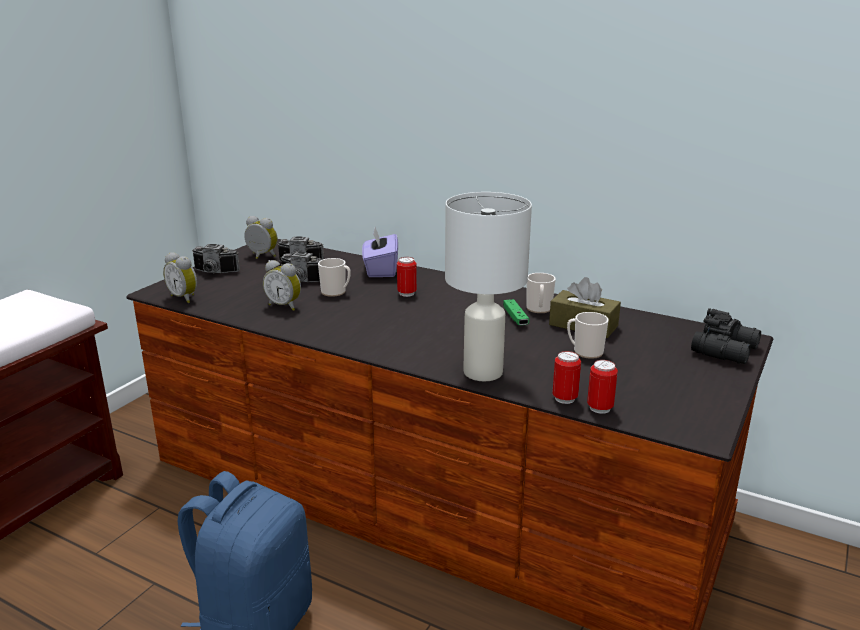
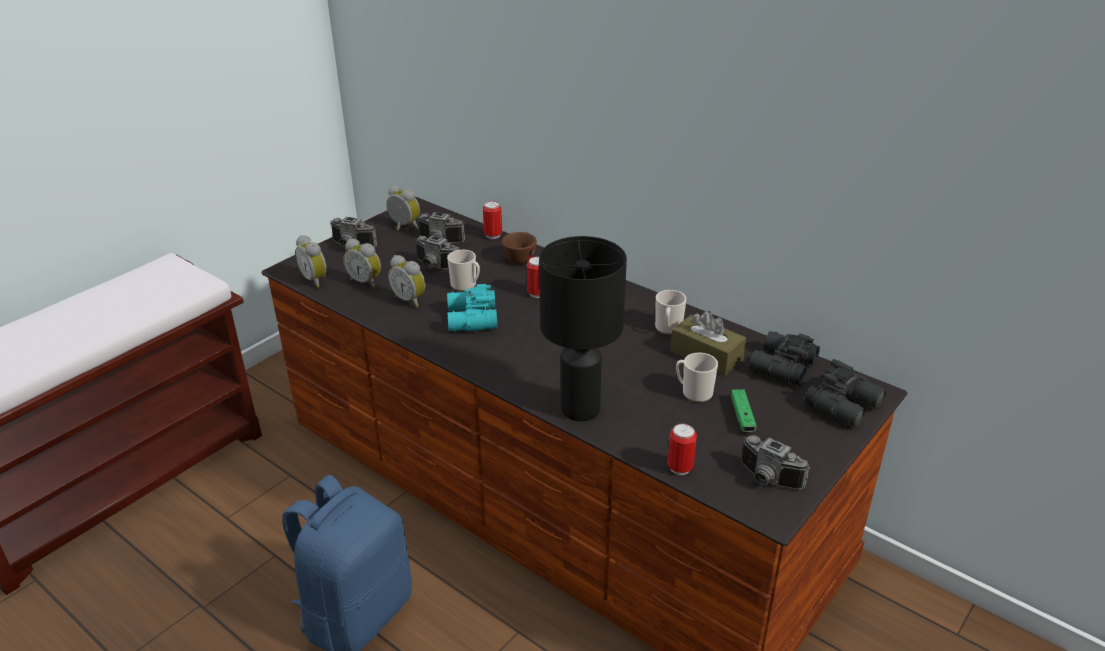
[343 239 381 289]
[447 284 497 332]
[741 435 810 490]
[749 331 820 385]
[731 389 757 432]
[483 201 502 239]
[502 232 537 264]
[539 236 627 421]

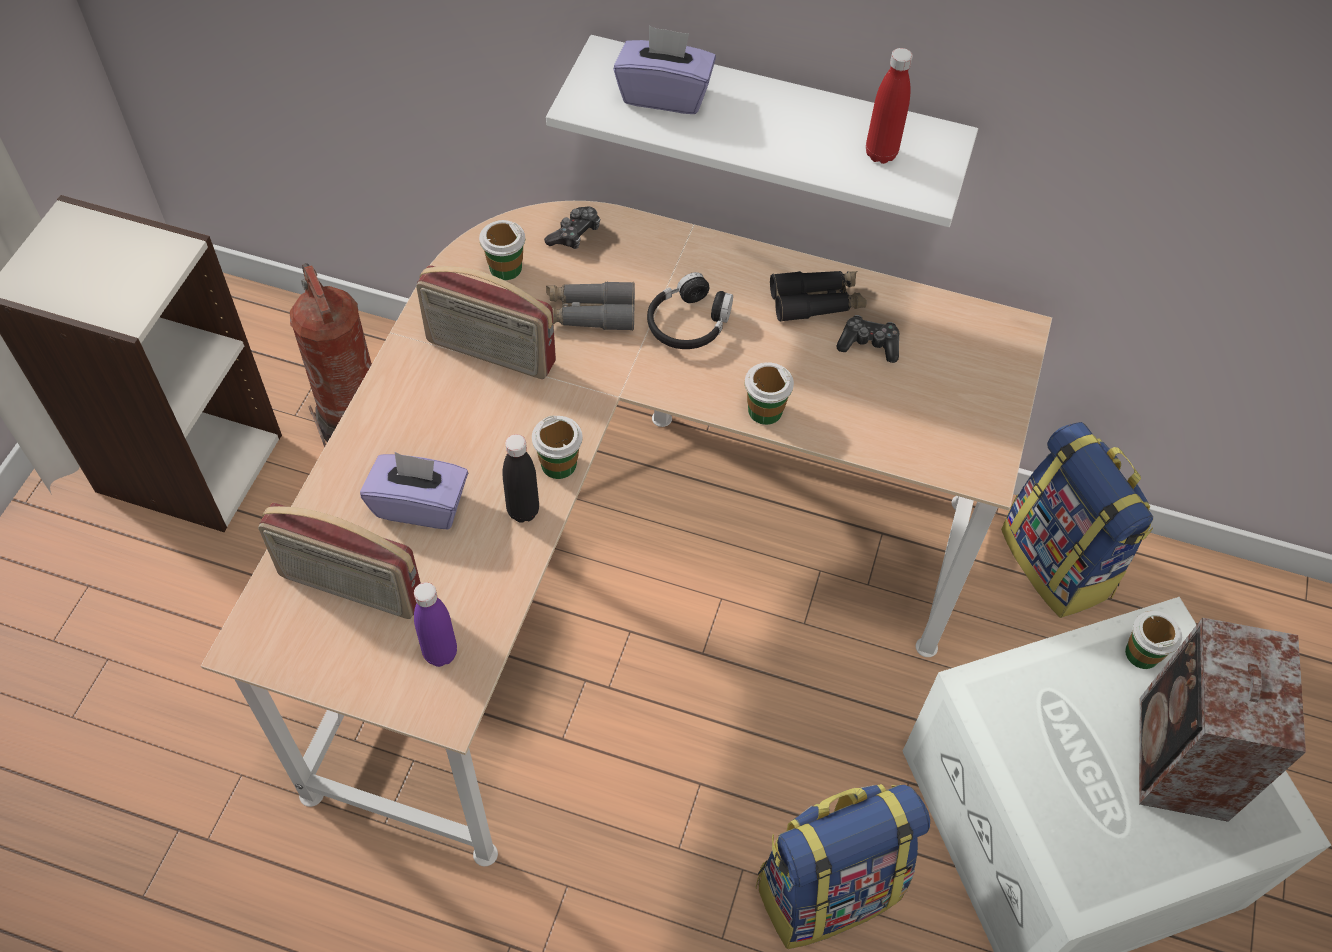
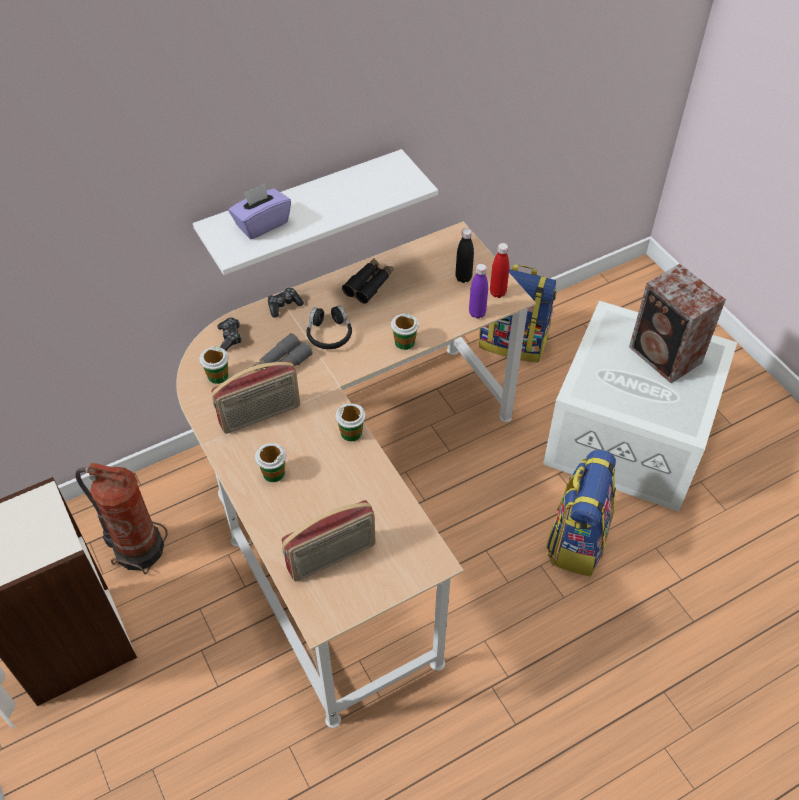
[360 452 468 529] (first image)
[469 264 488 319]
[455 228 474 283]
[268 288 304 318]
[490 243 509 298]
[255 443 286 482]

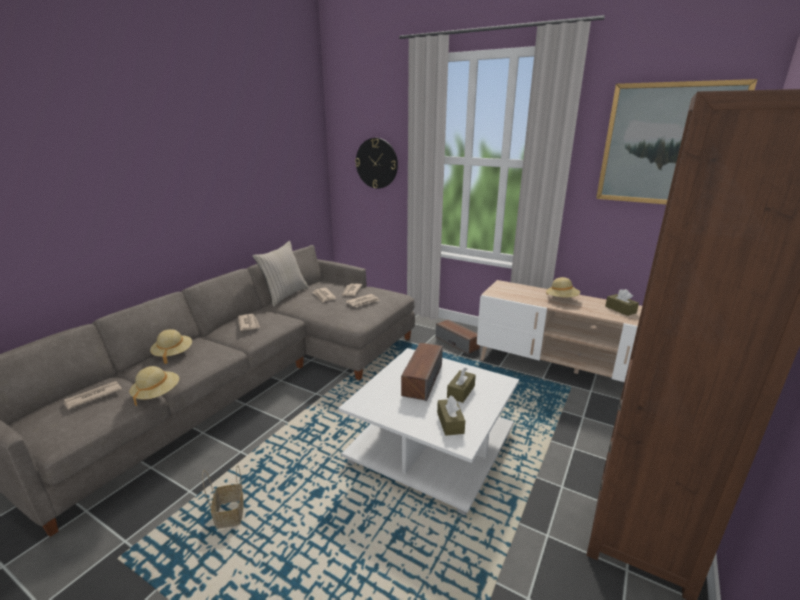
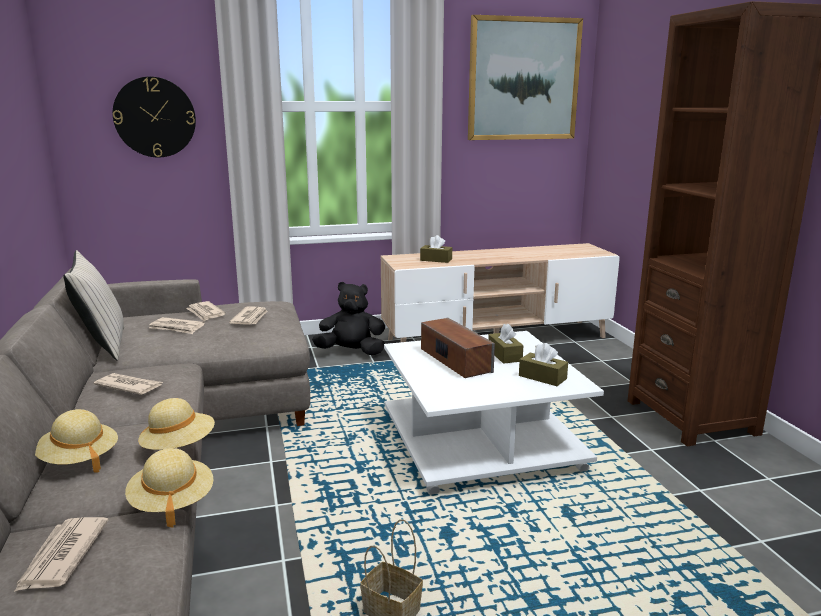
[138 398 215 450]
[420 235 452 263]
[312 282 385 355]

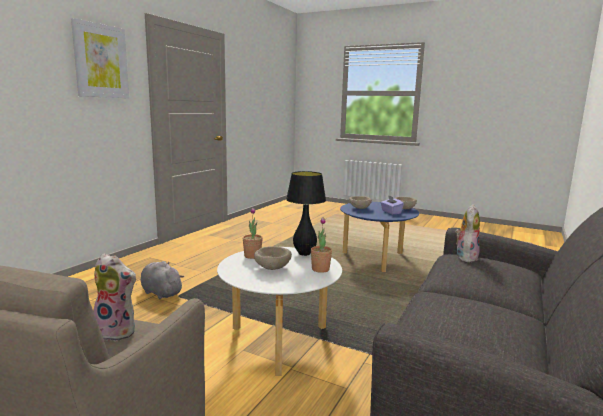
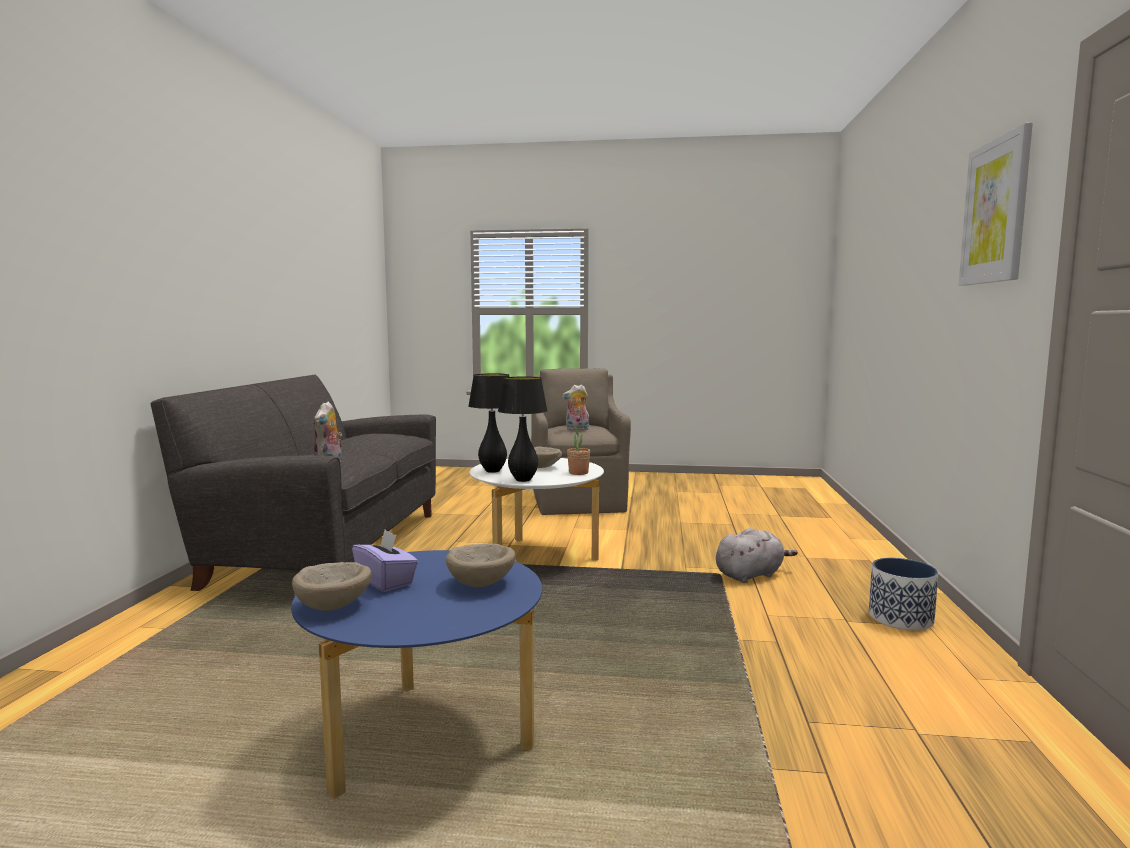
[869 558 938 631]
[468 373 509 473]
[716 528 798 583]

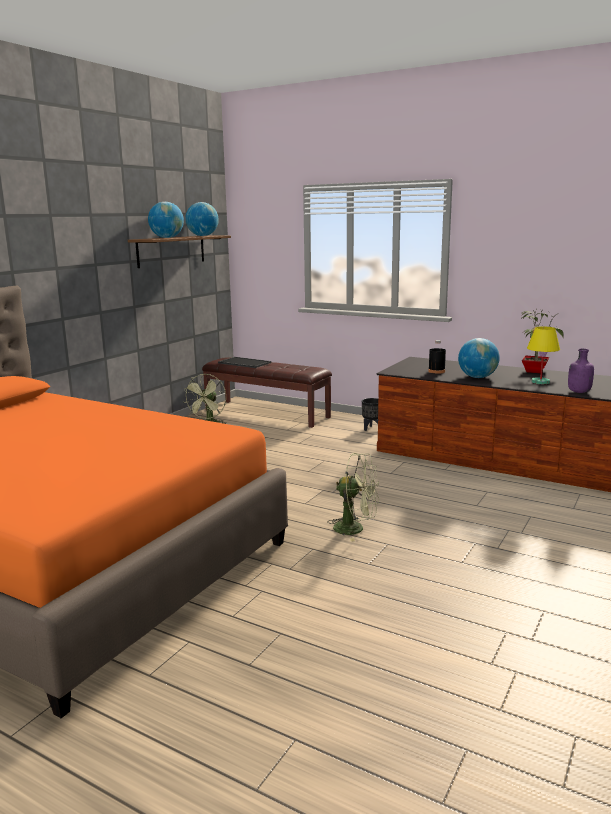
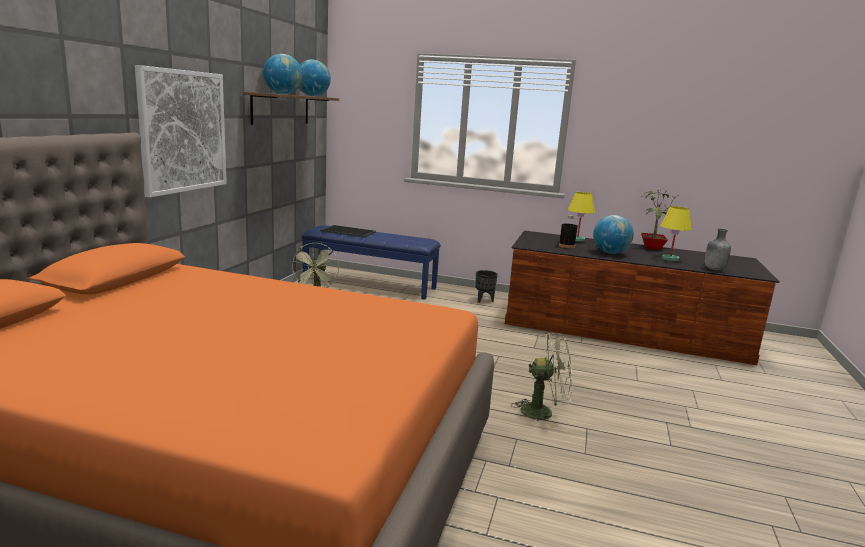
[135 65 227 198]
[568 192 595 241]
[302 226 441 300]
[704 228 731 270]

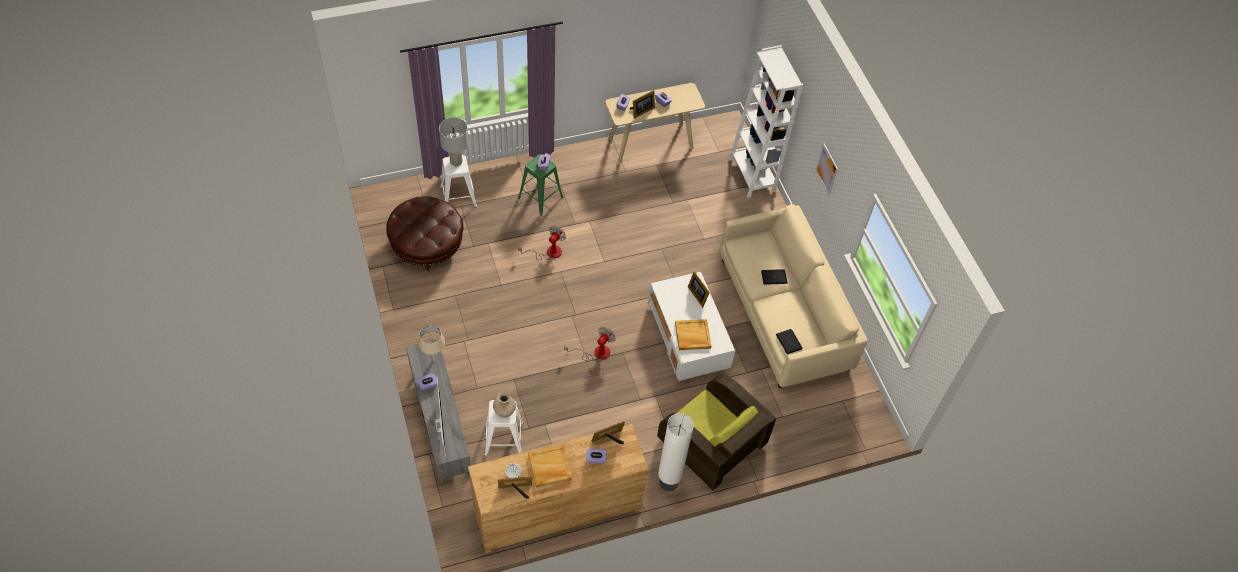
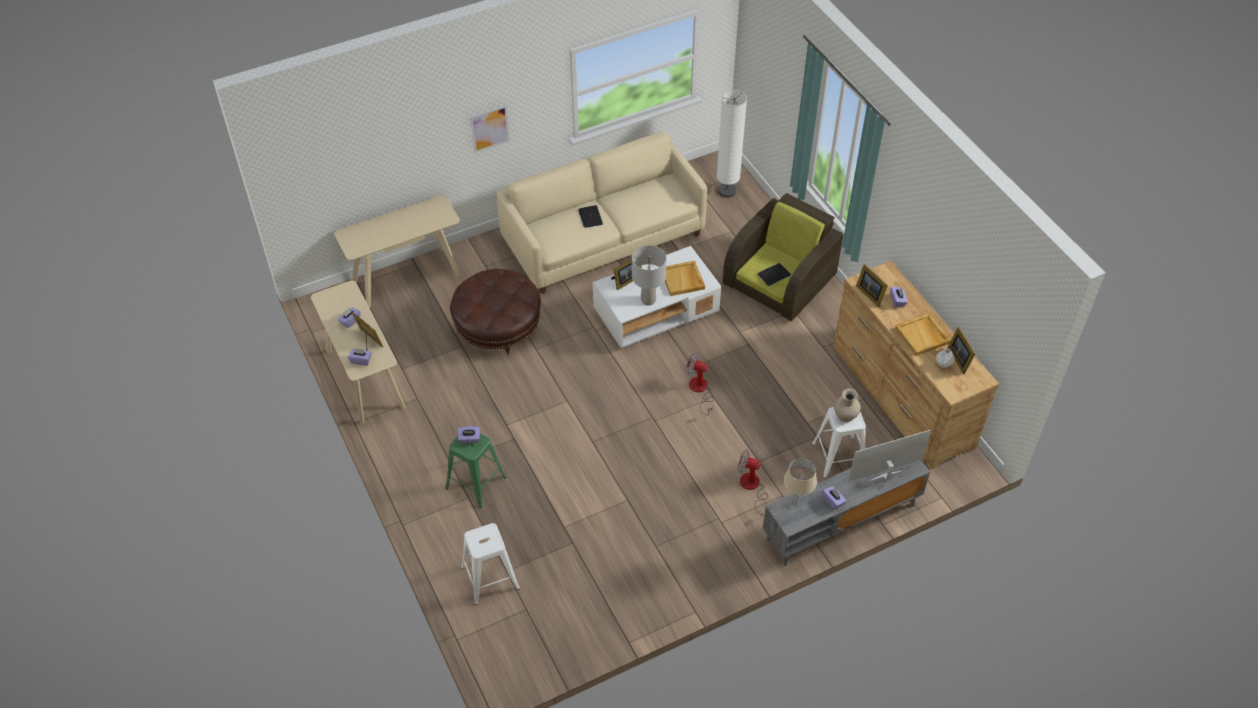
[450 269 541 357]
[632 245 666 305]
[738 449 768 515]
[717 90 747 198]
[758 263 790 286]
[334 195 461 308]

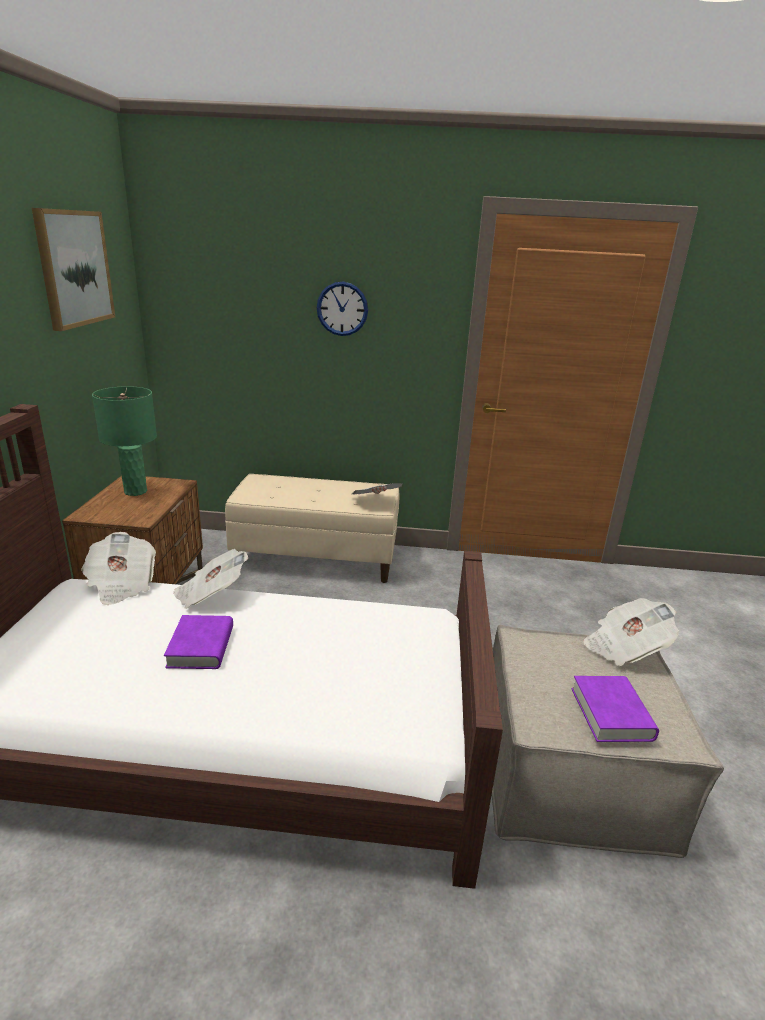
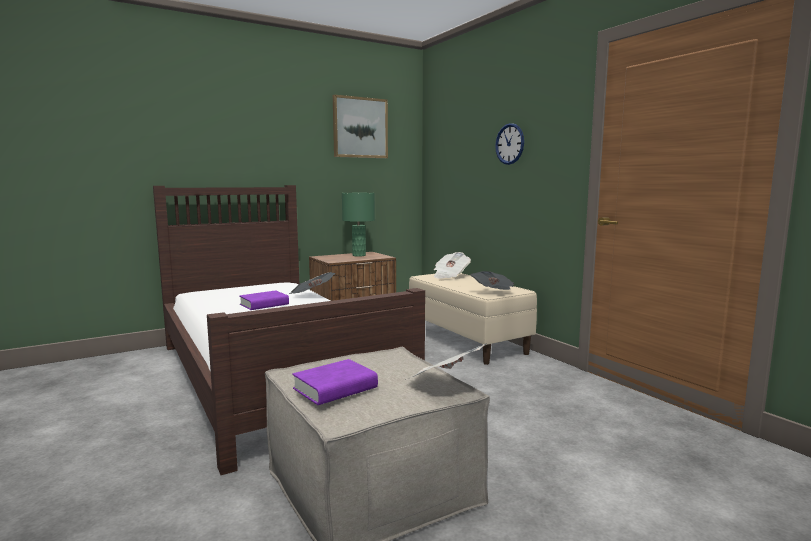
[434 252 471 279]

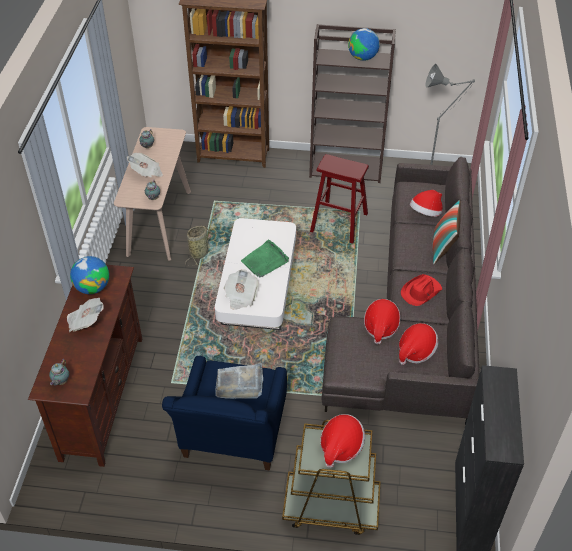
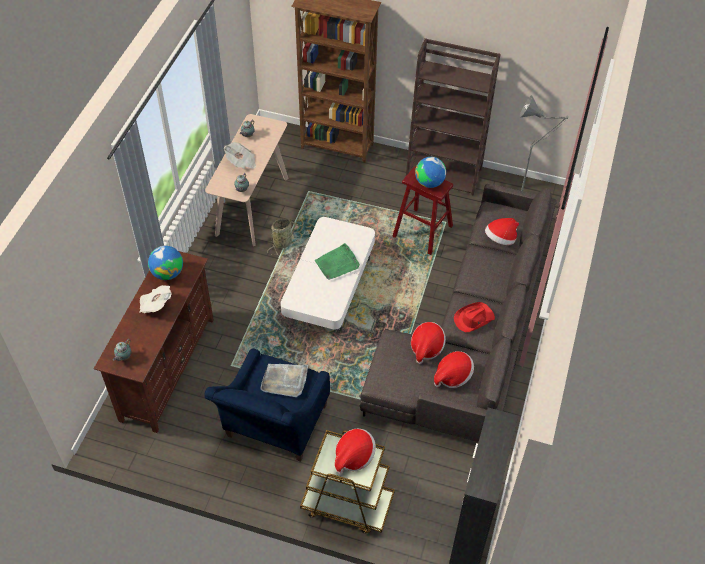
[224 269 259 310] (first image)
[433 199 461 264] (first image)
[415 157 446 188]

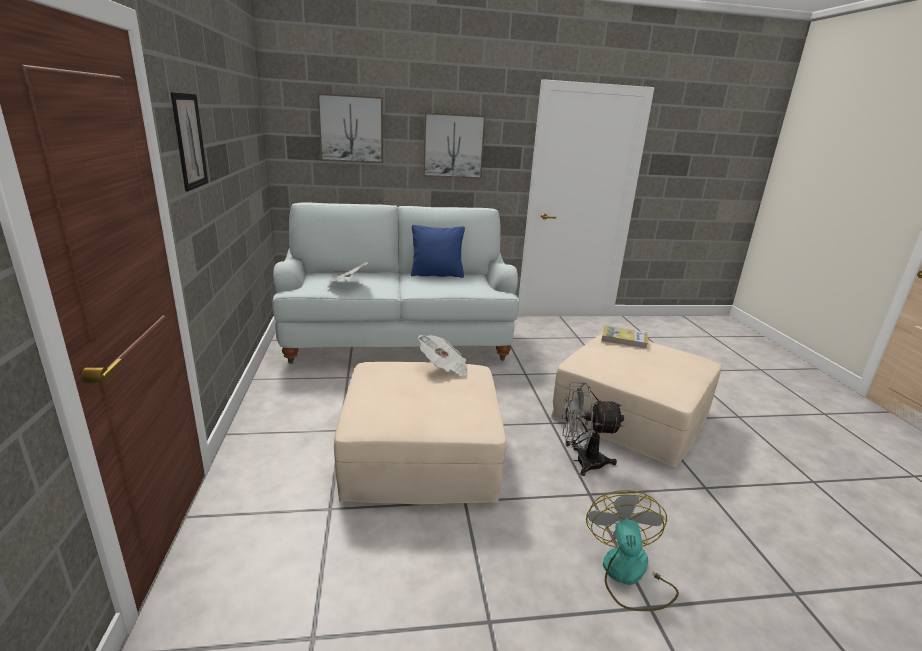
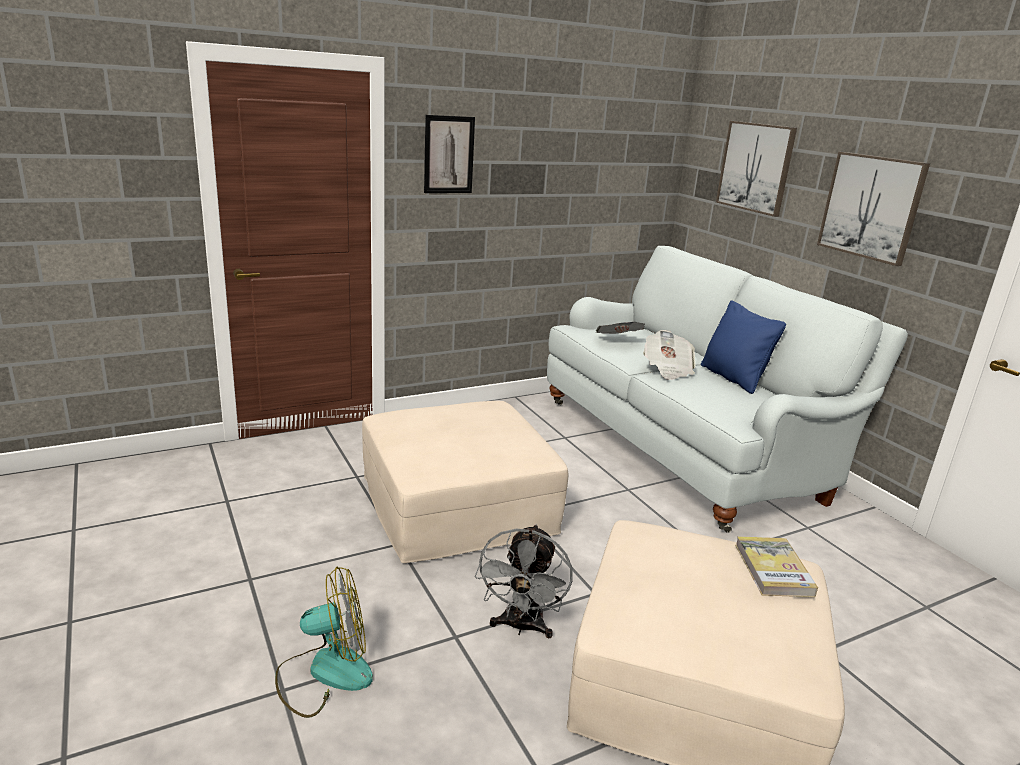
[643 330 696 380]
[475 524 572 639]

